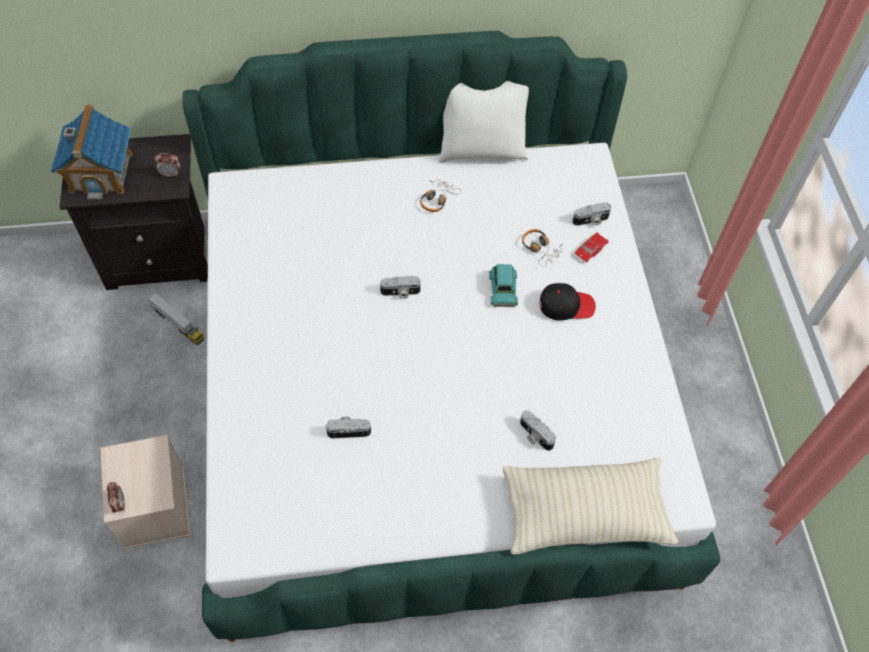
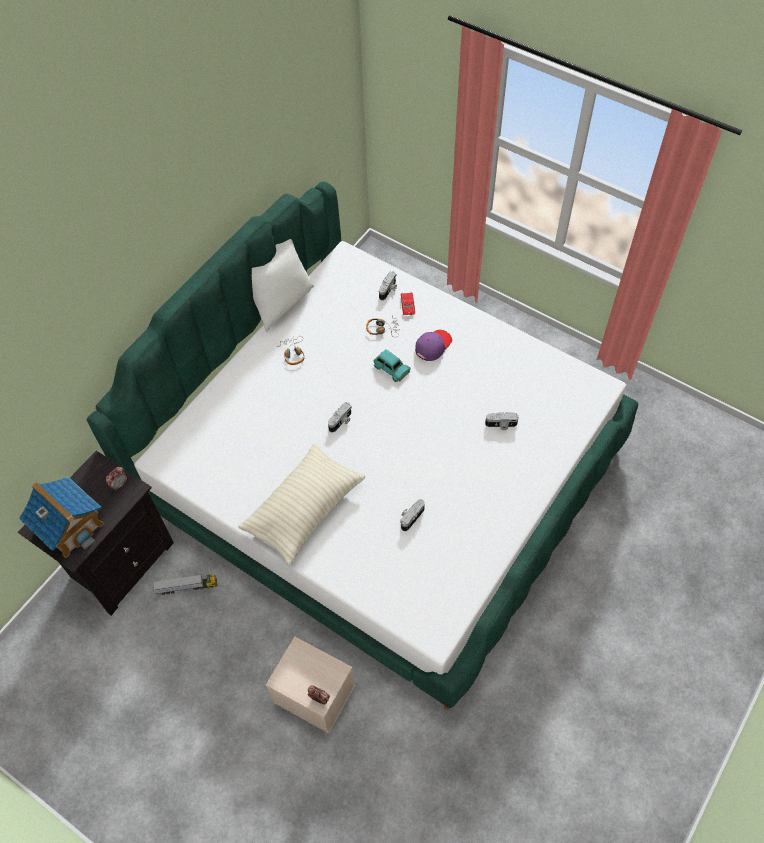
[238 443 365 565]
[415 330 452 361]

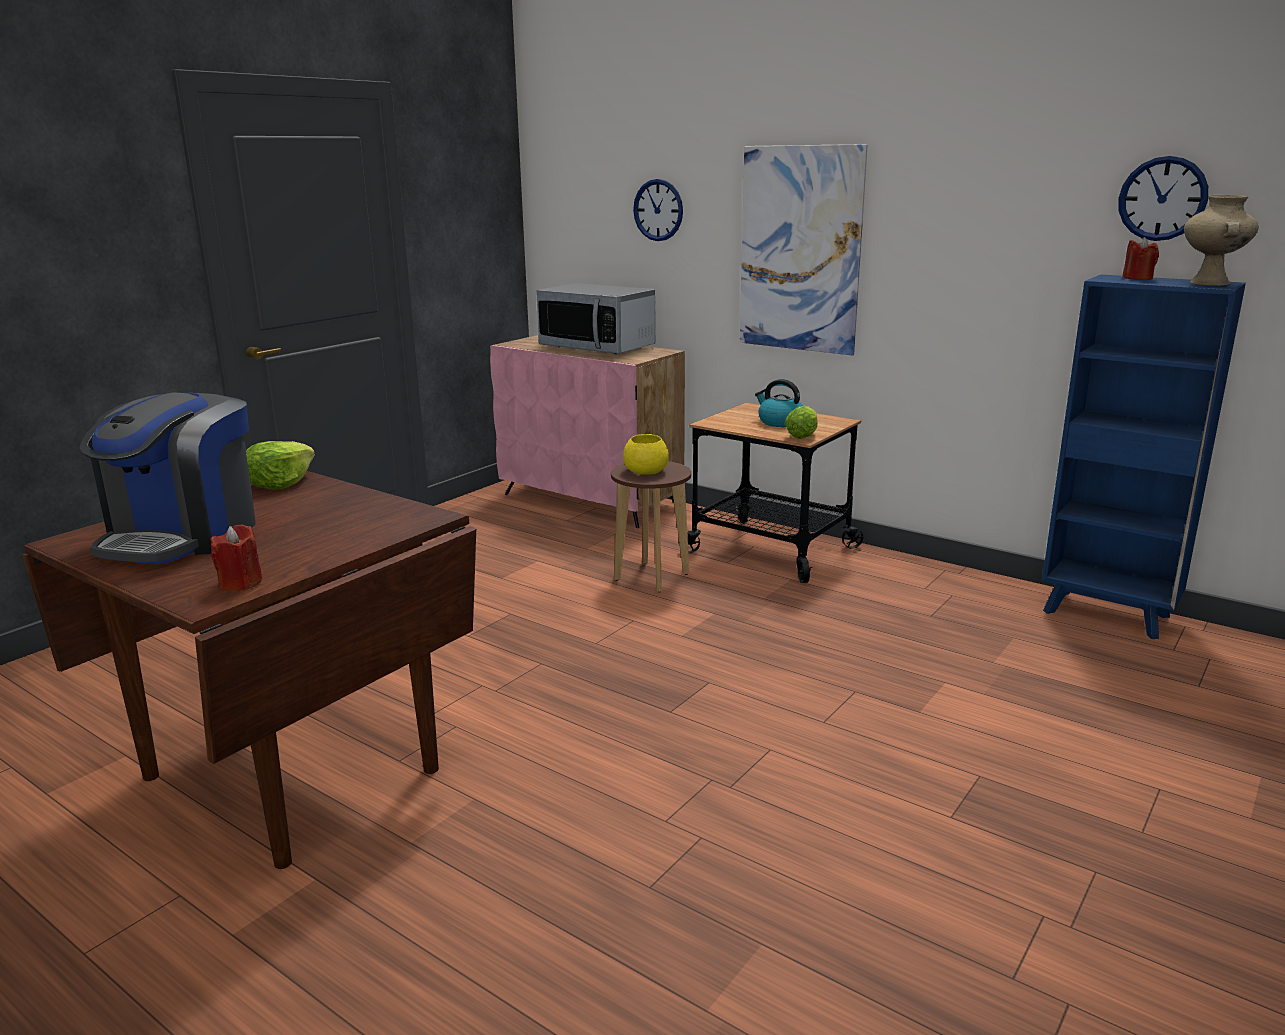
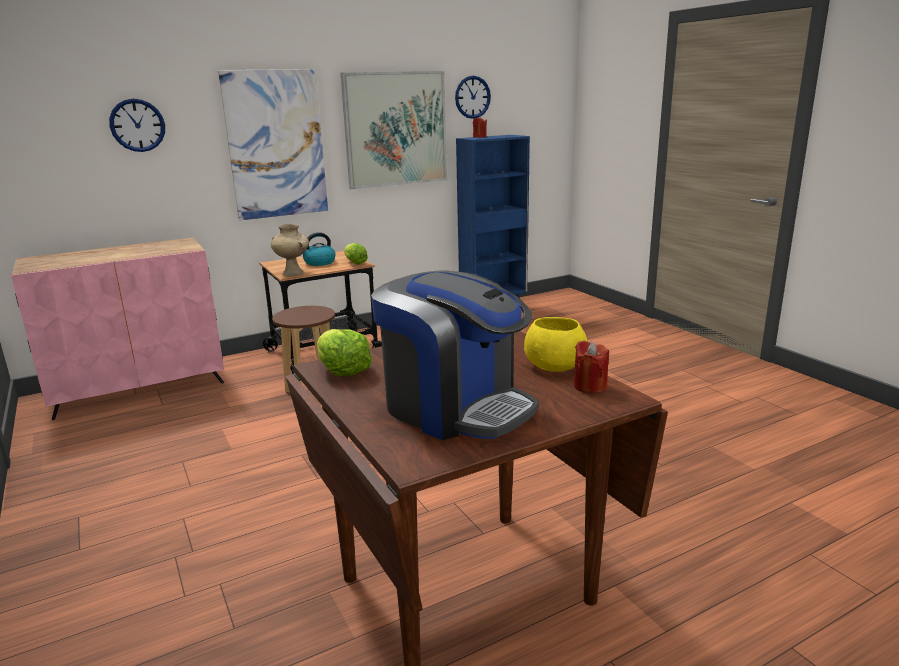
[536 283 655 354] (first image)
[341 71 447 189]
[524 317 588 372]
[271 224 309 276]

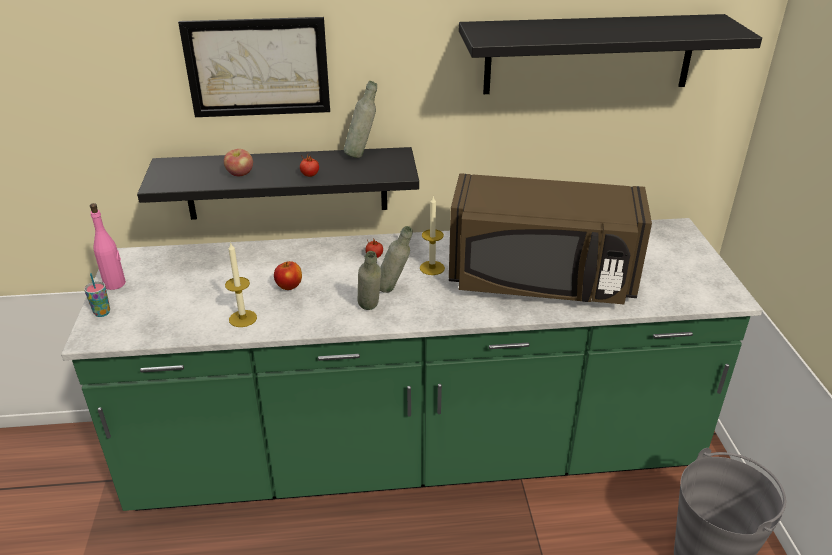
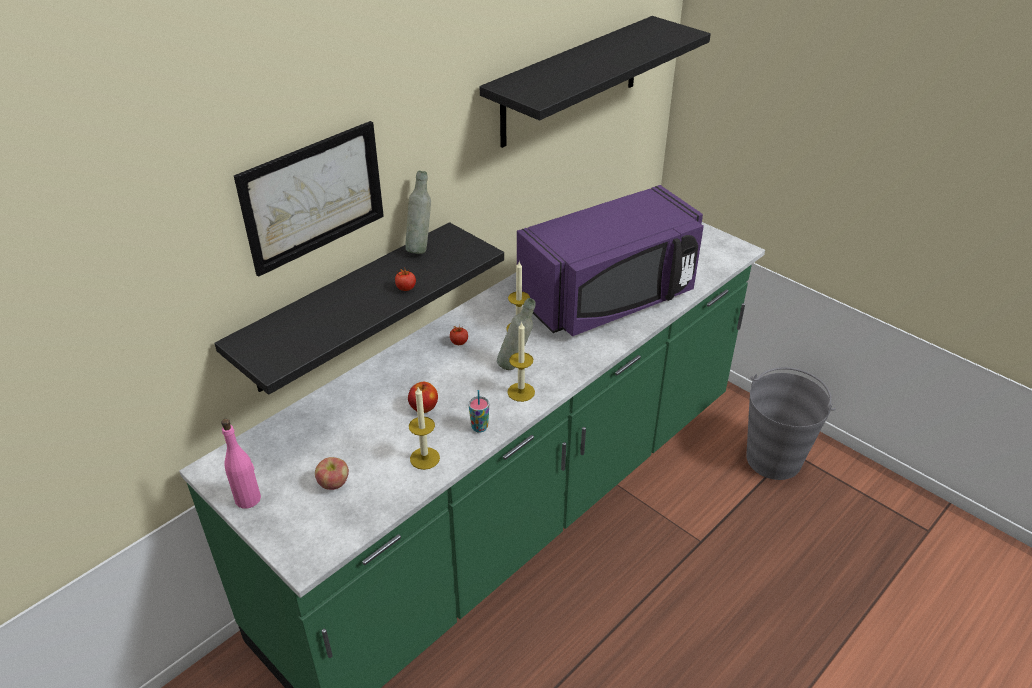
[468 390 489 433]
[315 457 349 490]
[508 321 535 402]
[517 185 704 337]

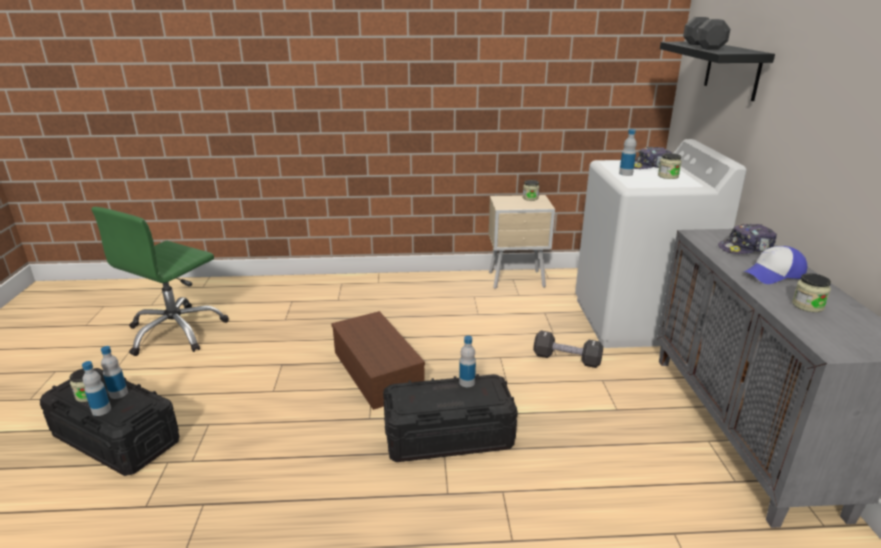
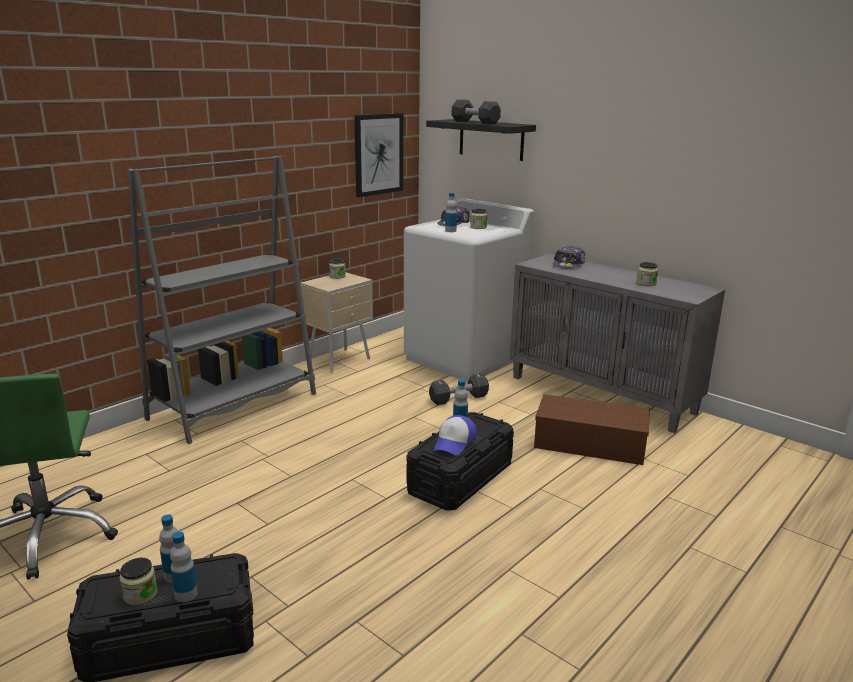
[128 156 316 444]
[354 113 403 197]
[534 394 650 465]
[434 415 477 455]

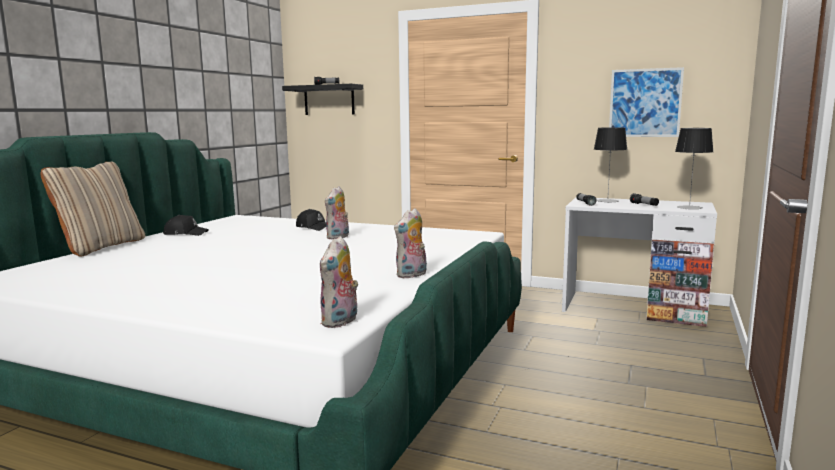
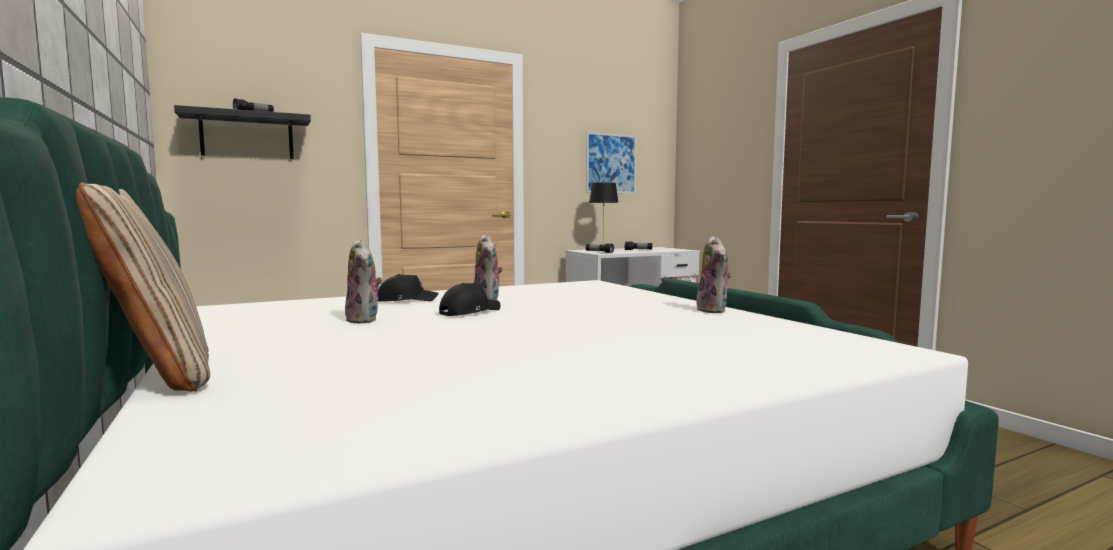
[675 128 713 209] (first image)
[439 283 501 316]
[345 238 382 324]

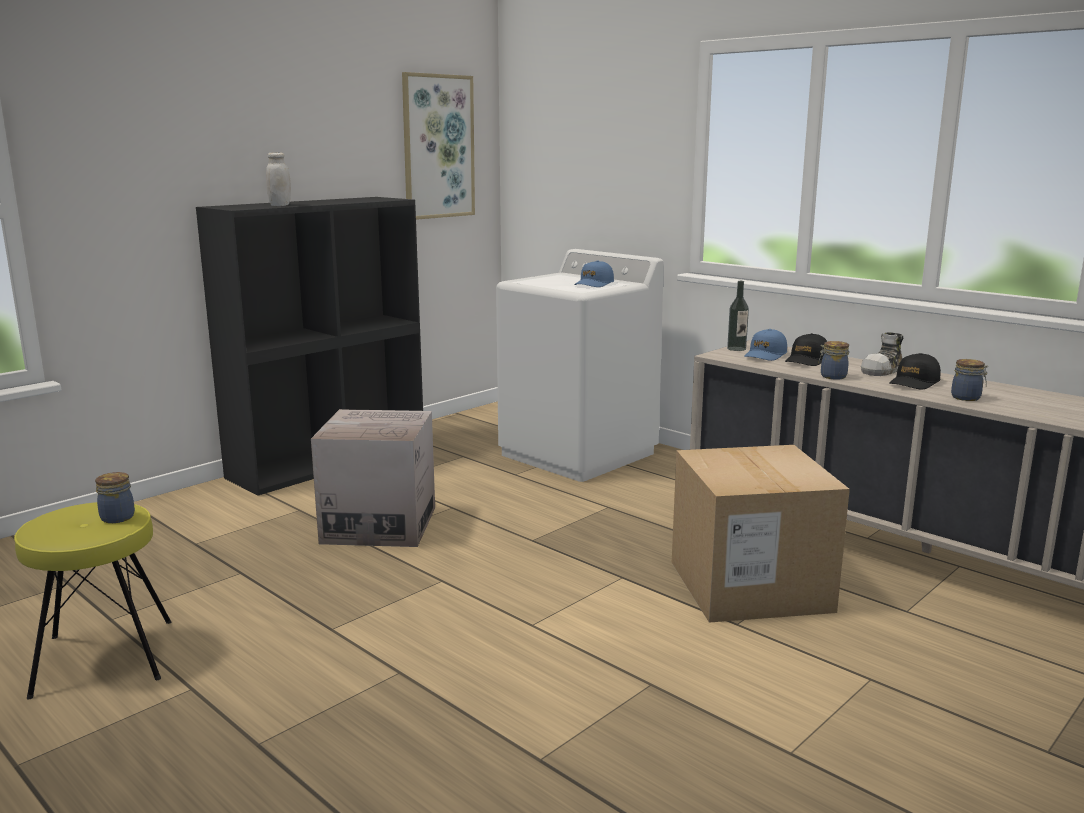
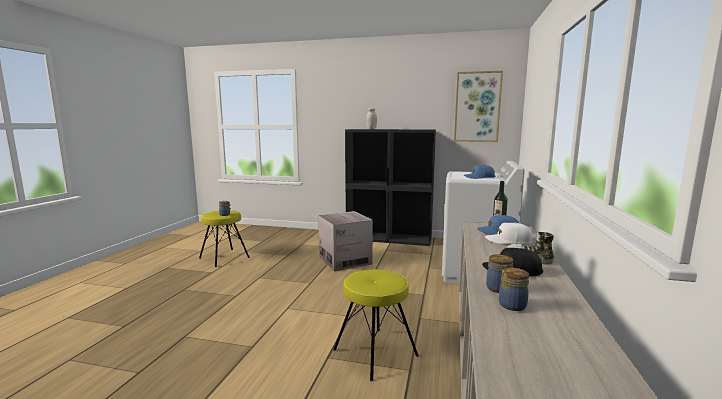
[499 268 529 311]
[333 269 419 381]
[485 223 533 244]

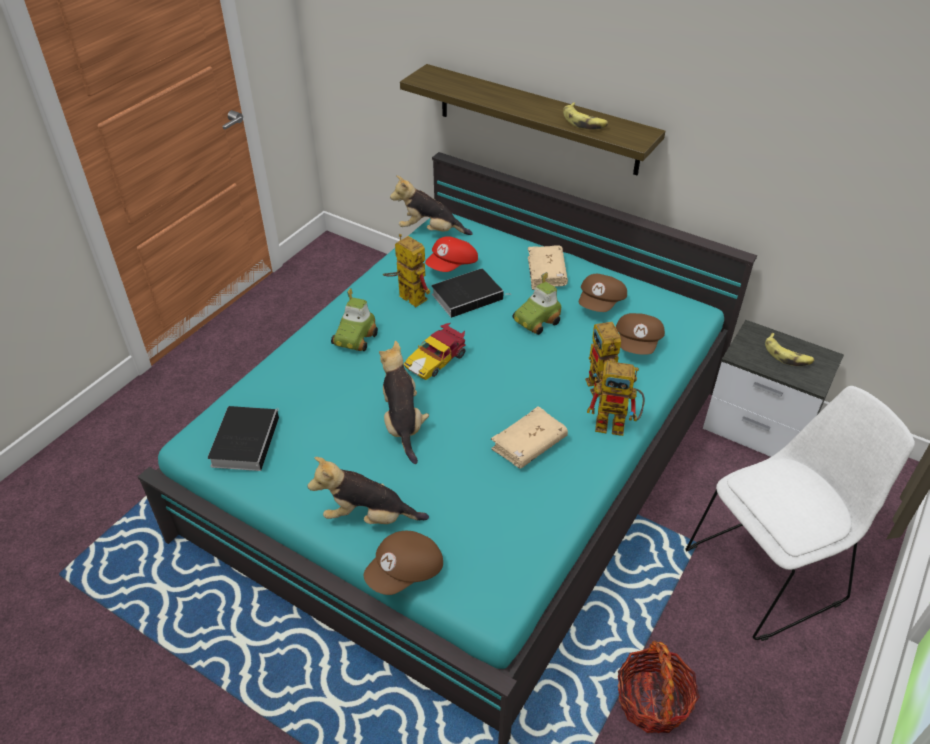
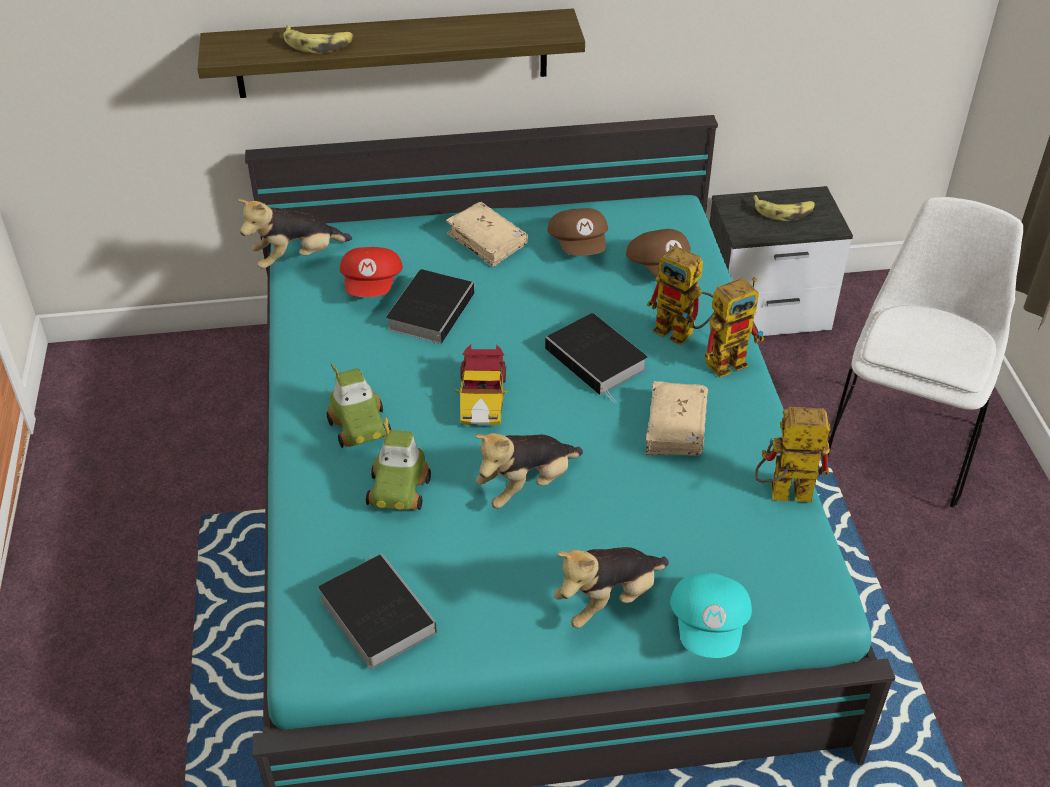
[618 641 700 733] (first image)
[545 313 647 403]
[755 407 831 503]
[366 417 431 510]
[283 25 353 53]
[670 573 752 658]
[475 433 583 509]

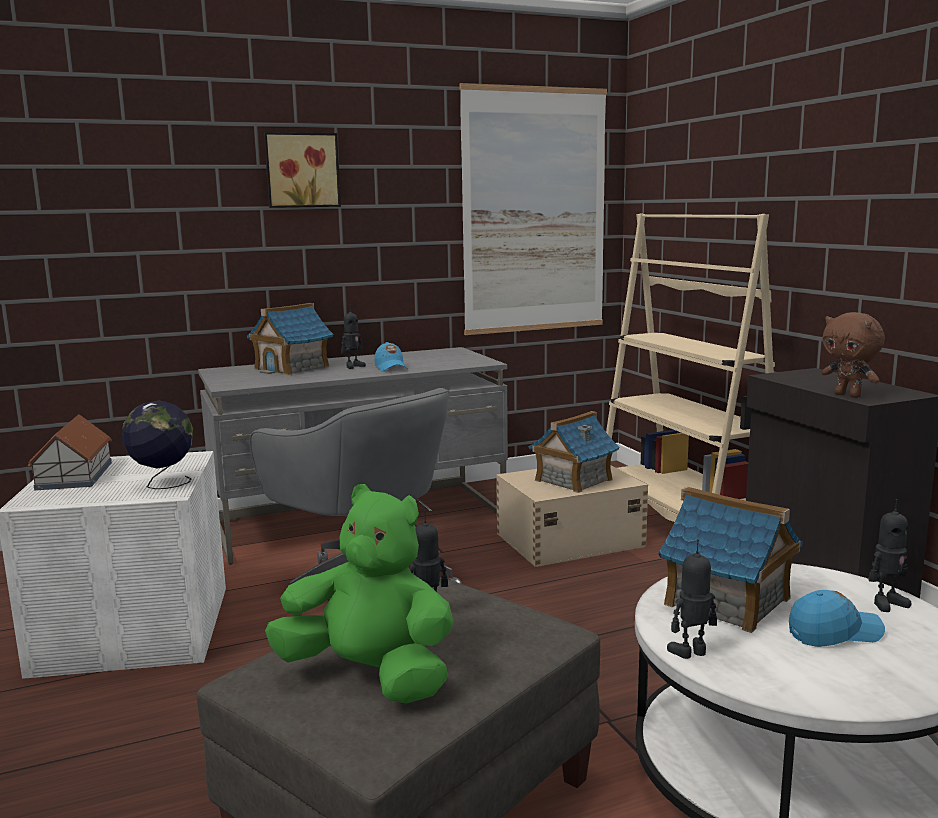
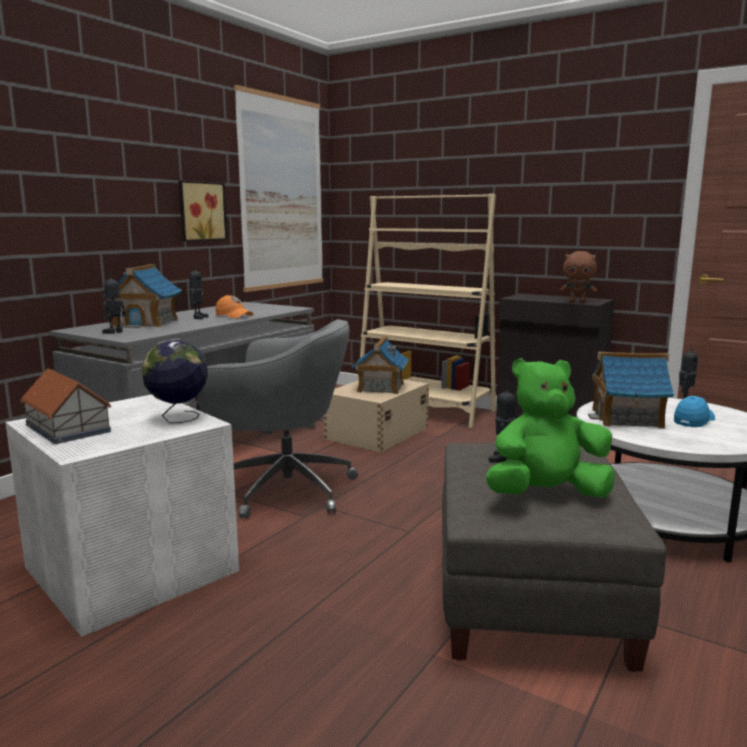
[179 180 228 242]
[102 271 126 334]
[216 295 253 319]

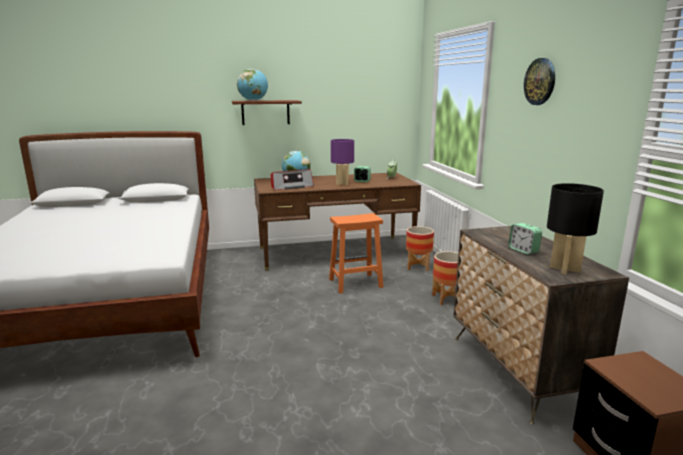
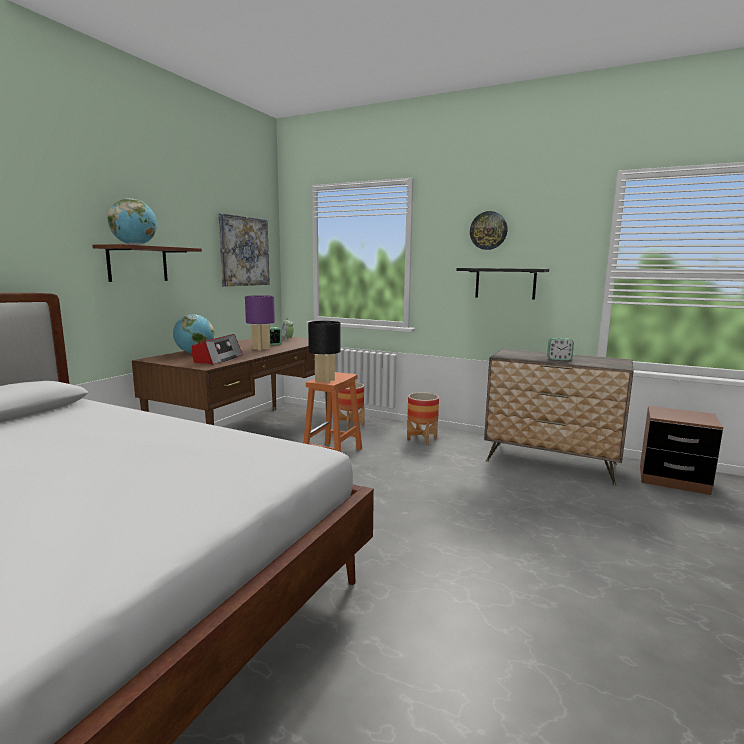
[218 213 270 287]
[456 268 549 300]
[308 321 341 383]

